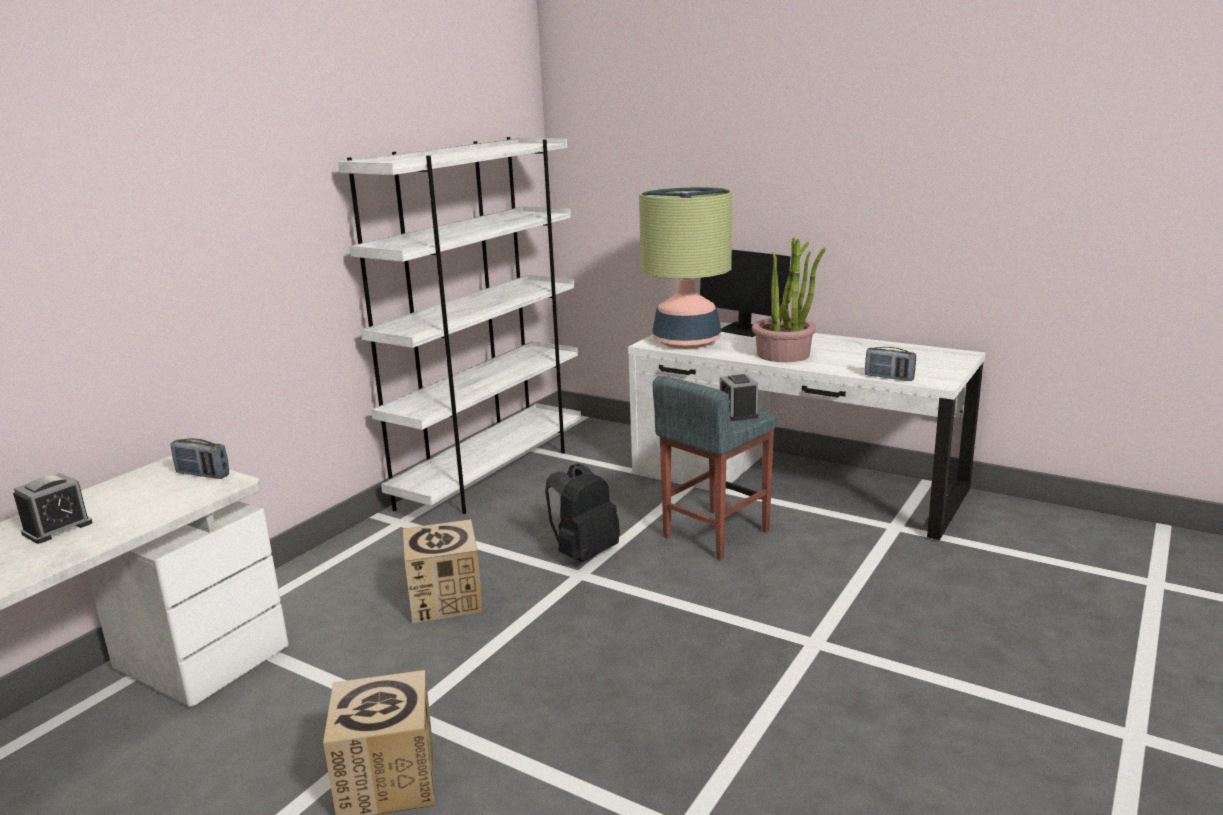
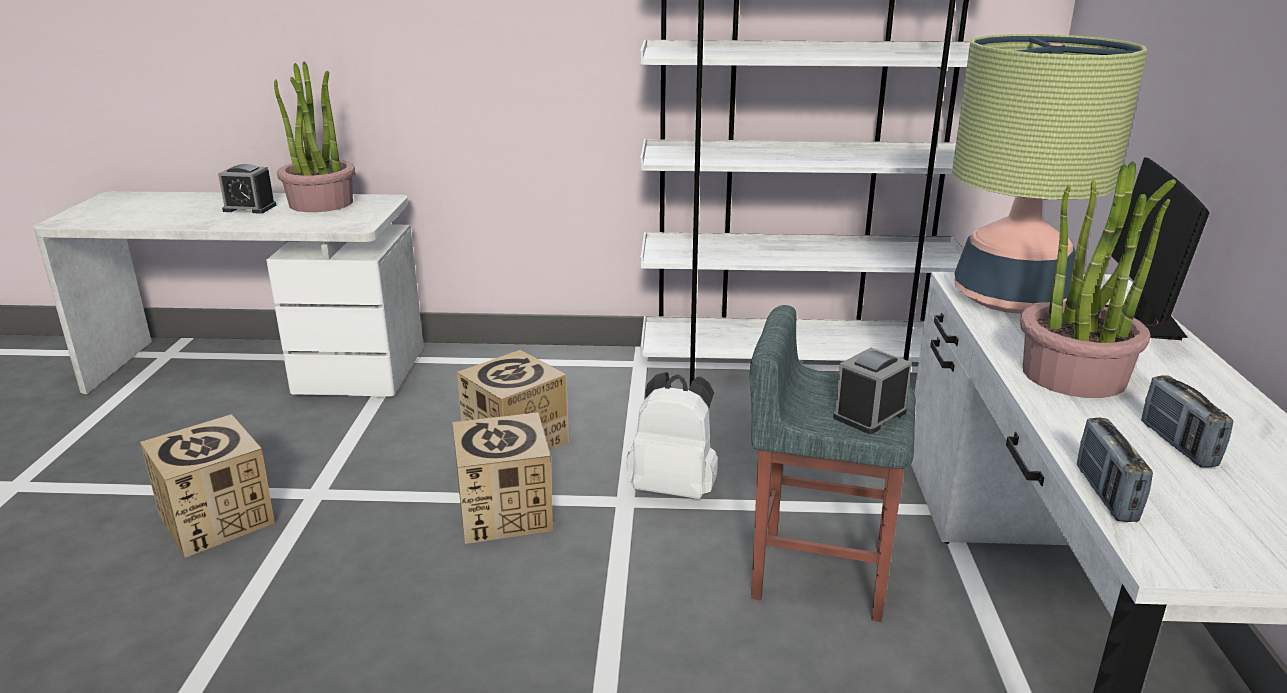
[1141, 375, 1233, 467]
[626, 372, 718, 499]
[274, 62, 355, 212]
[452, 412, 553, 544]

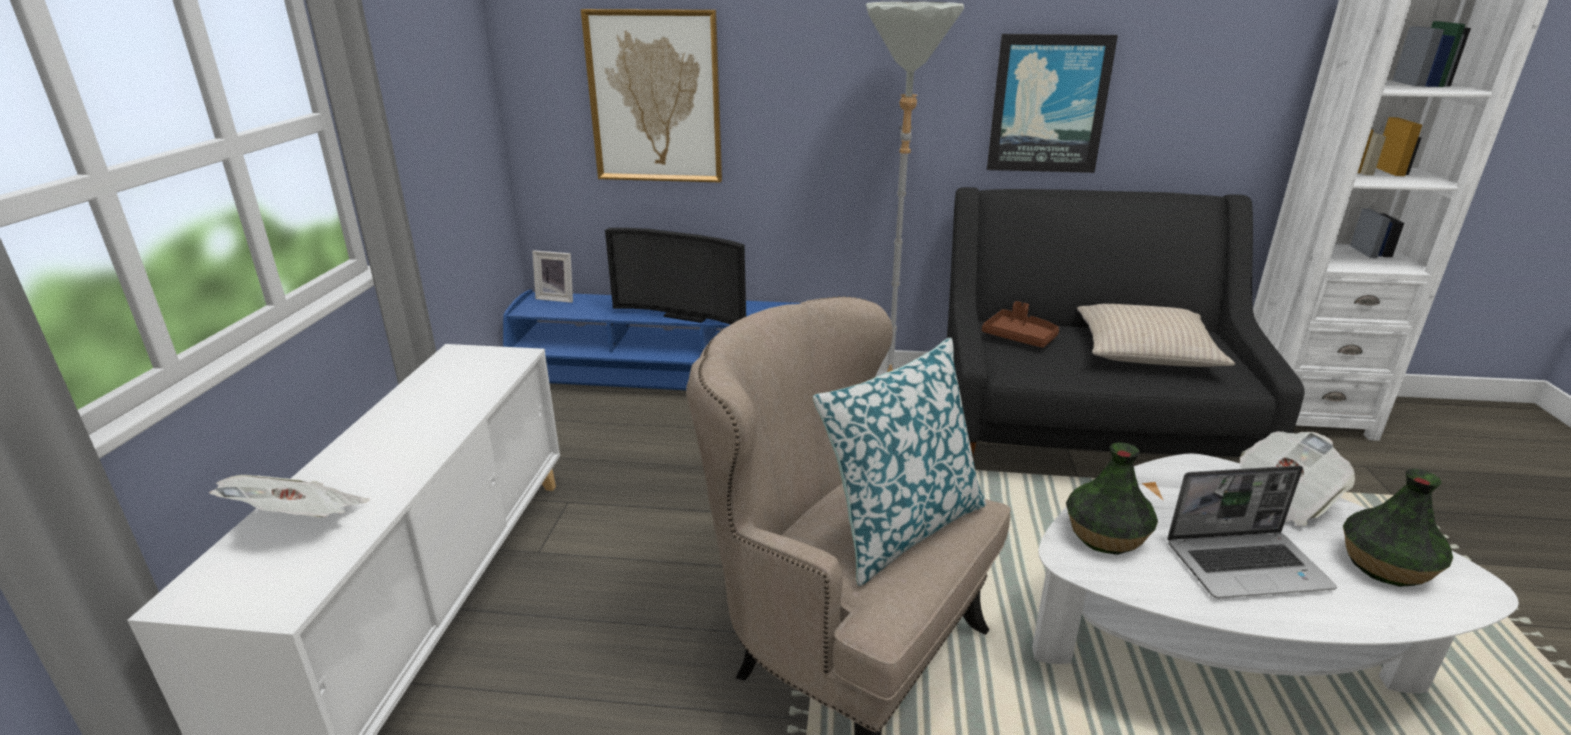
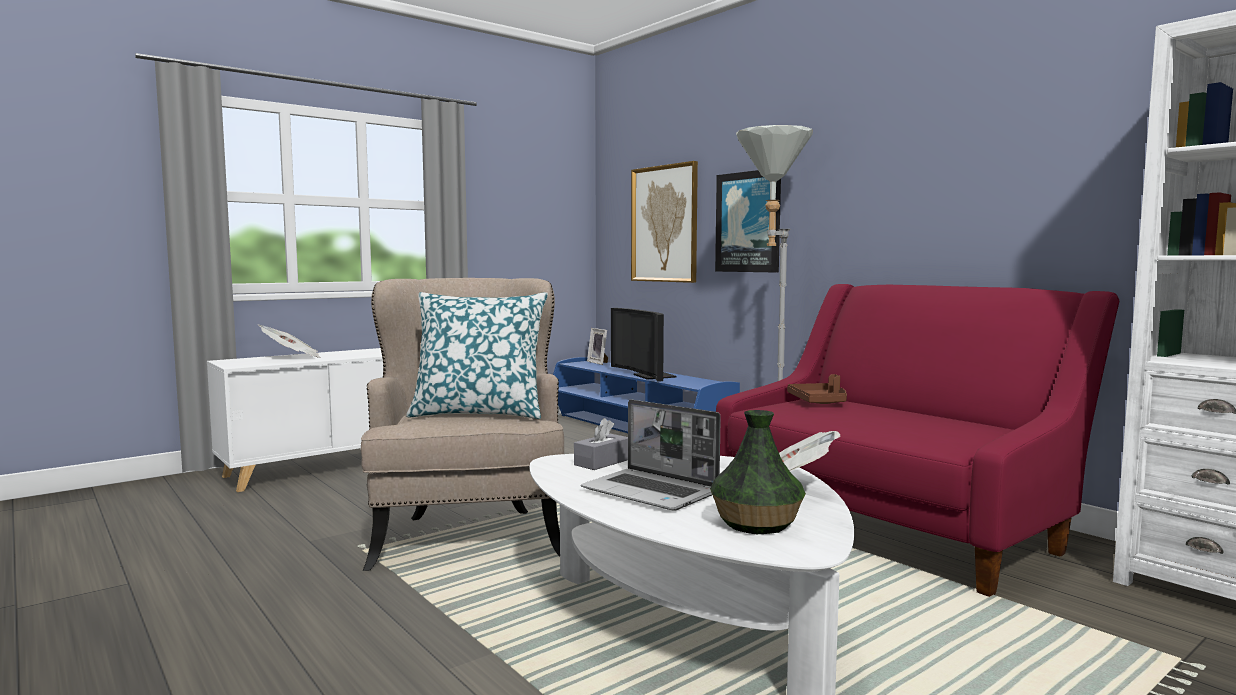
[716, 284, 1119, 597]
[715, 170, 781, 273]
[574, 418, 628, 470]
[1077, 304, 1235, 367] (first image)

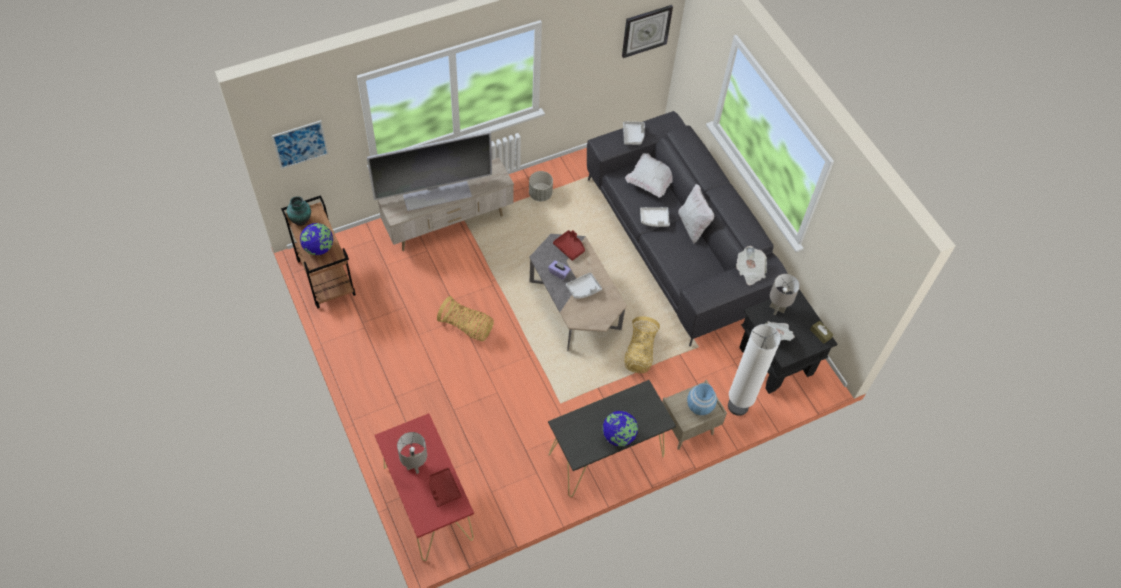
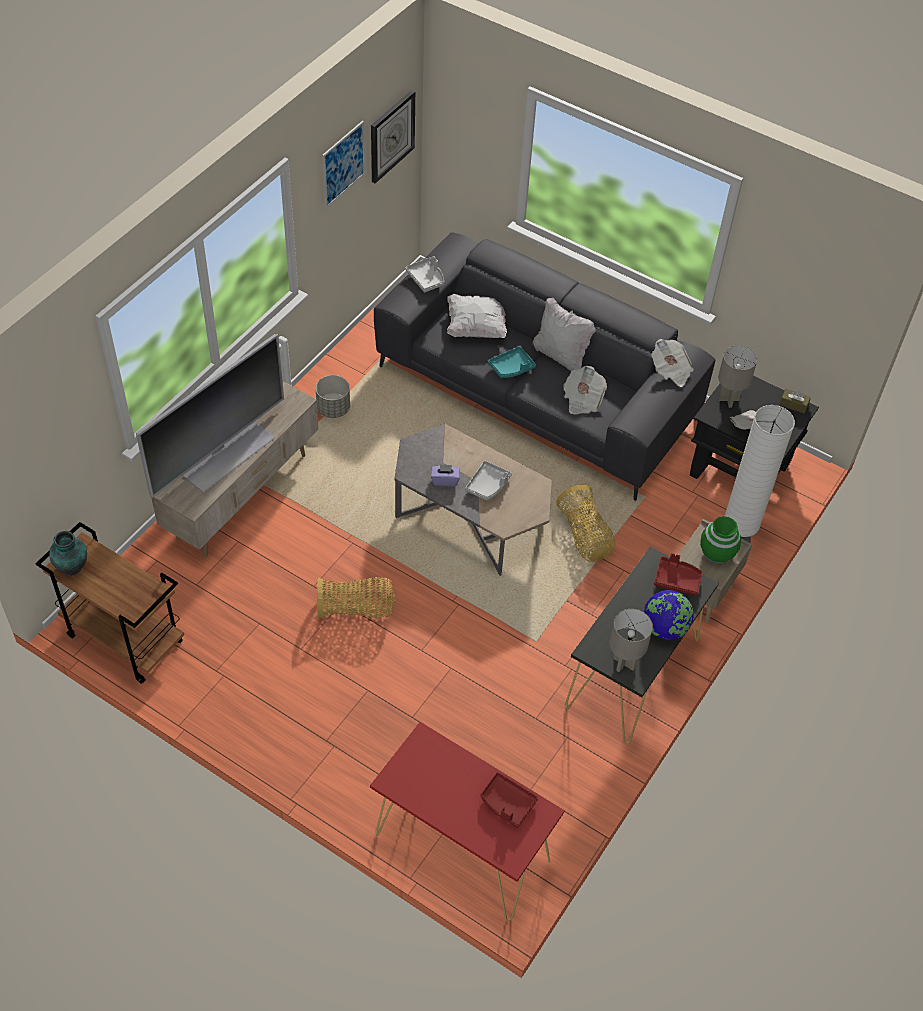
[322, 121, 365, 208]
[300, 223, 333, 255] (first image)
[609, 609, 653, 672]
[654, 553, 703, 596]
[488, 346, 536, 378]
[700, 516, 741, 564]
[563, 366, 607, 414]

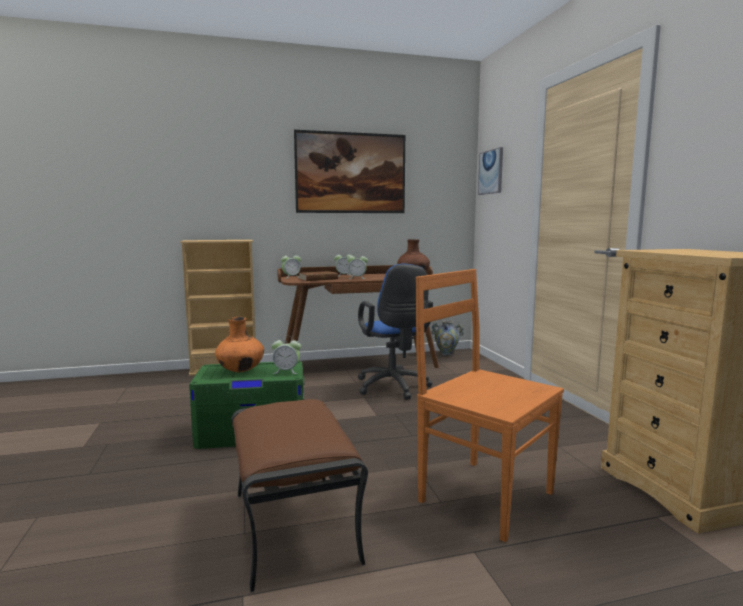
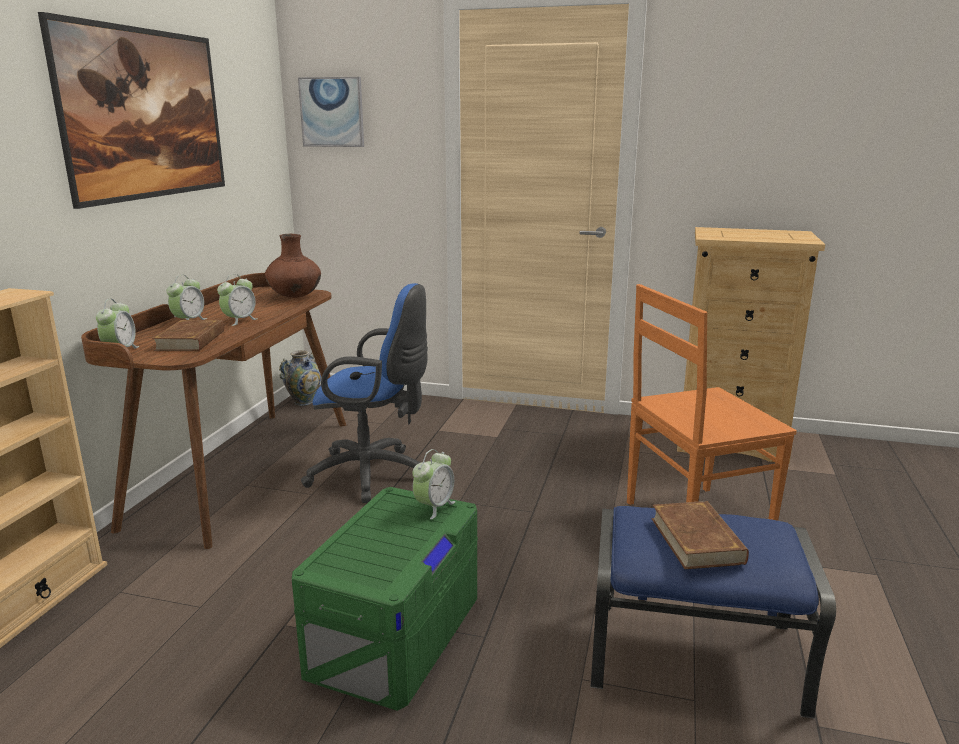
[215, 317, 264, 372] (first image)
[590, 506, 836, 719]
[651, 501, 749, 569]

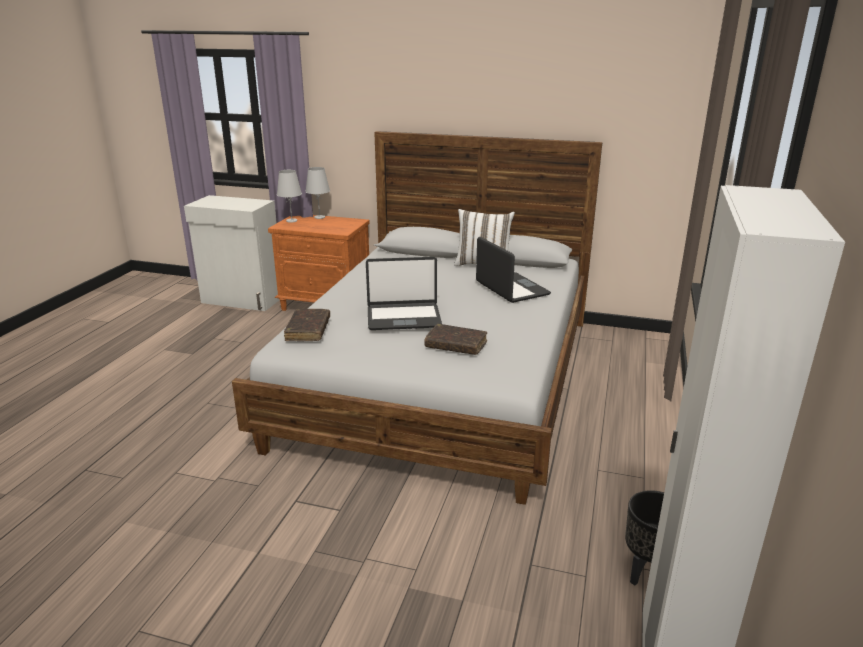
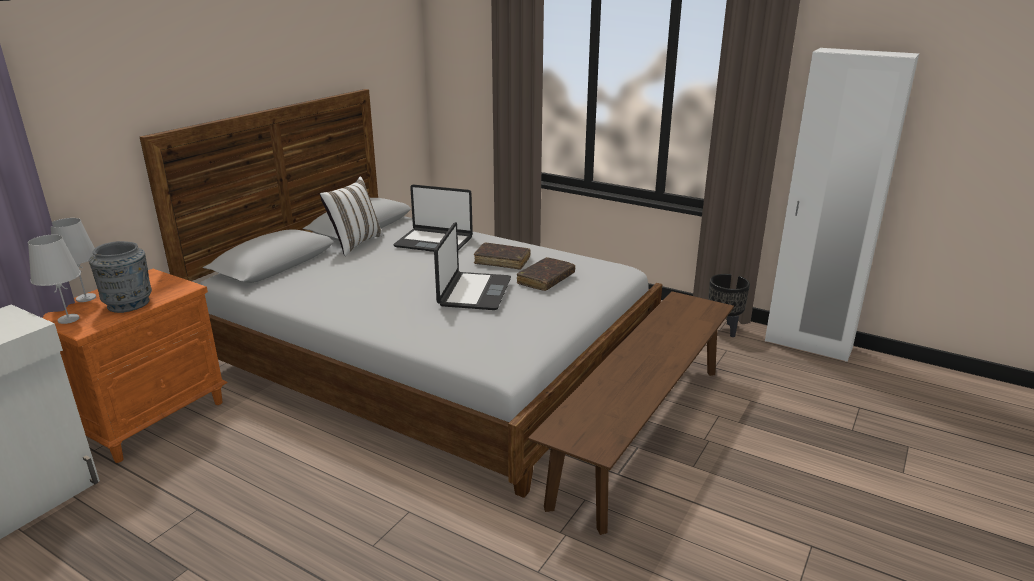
[474, 242, 531, 270]
[394, 185, 473, 252]
[89, 241, 152, 313]
[528, 291, 734, 535]

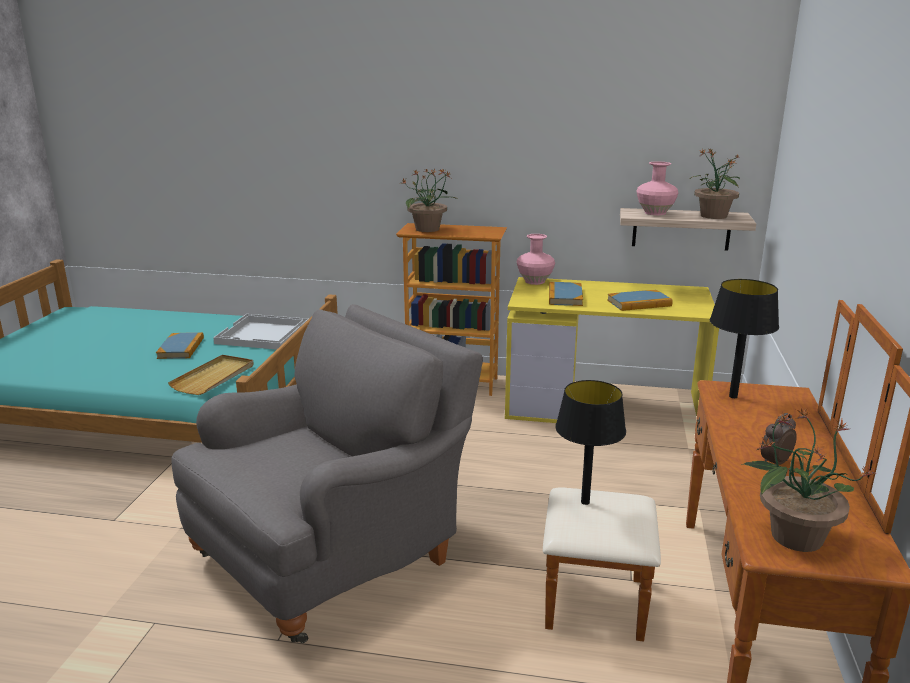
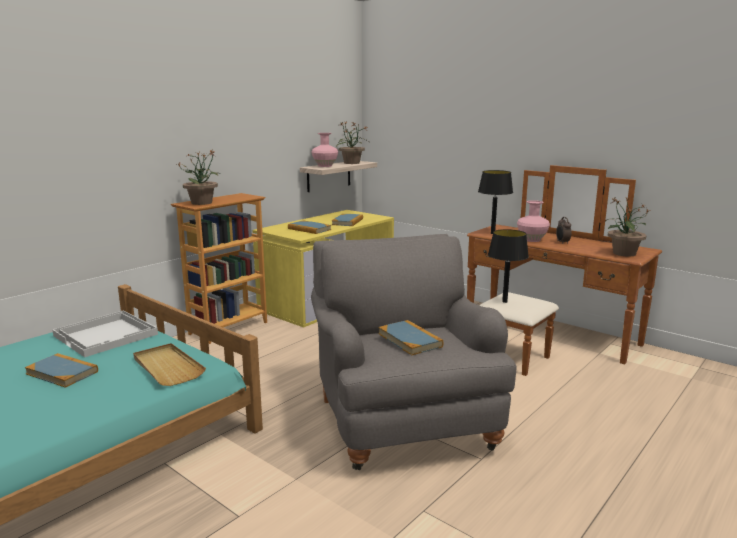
[517, 200, 550, 242]
[378, 320, 443, 355]

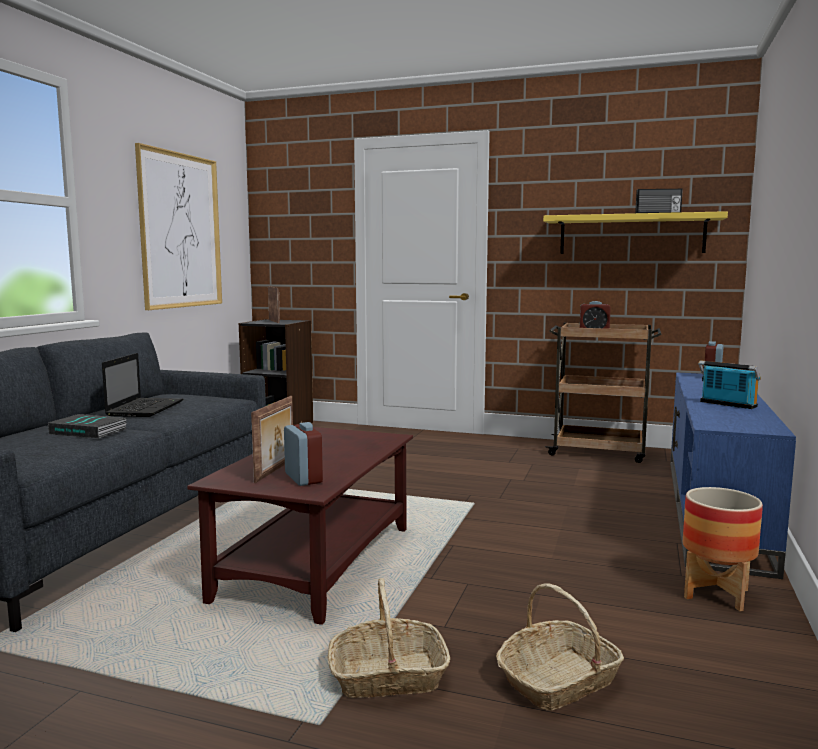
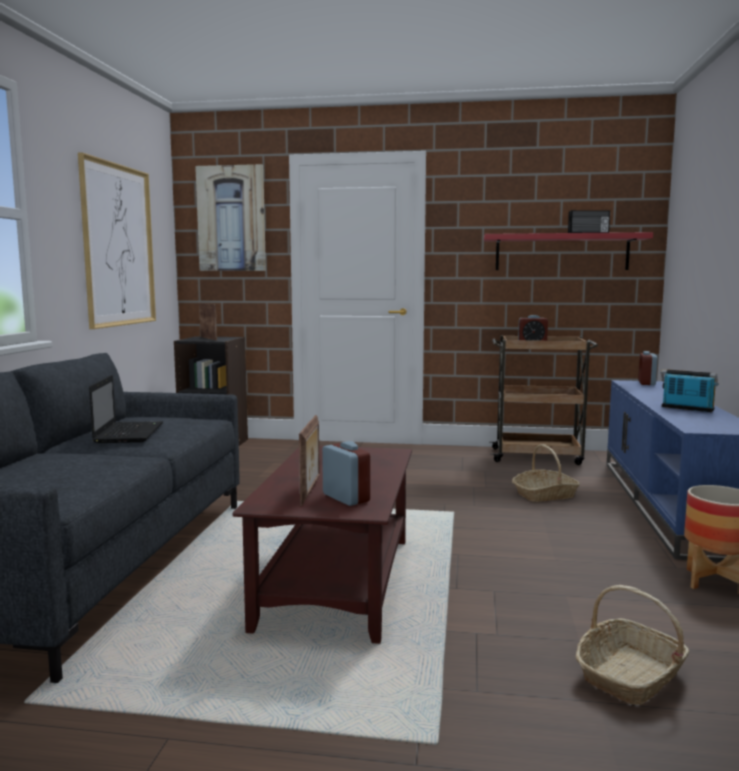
[48, 414, 127, 439] (first image)
[512, 444, 580, 502]
[484, 232, 653, 270]
[195, 164, 266, 271]

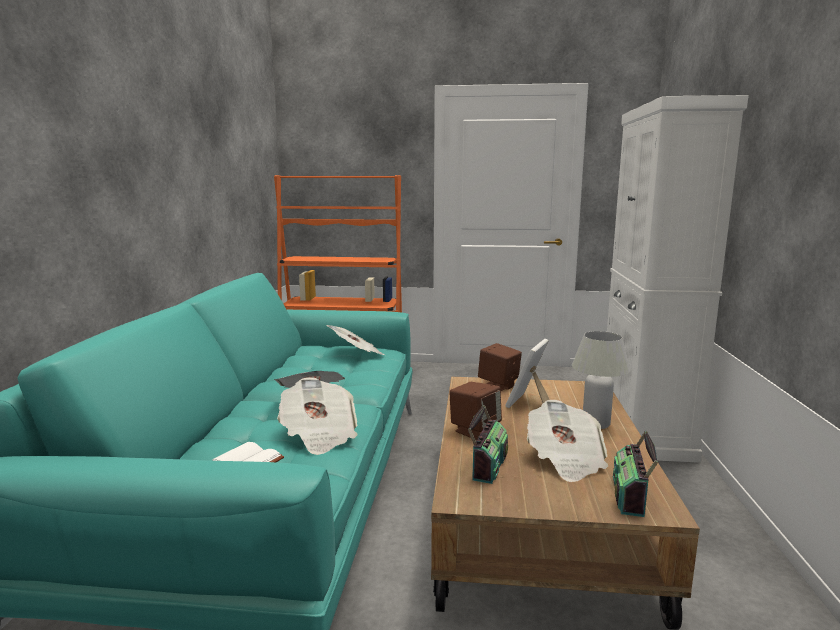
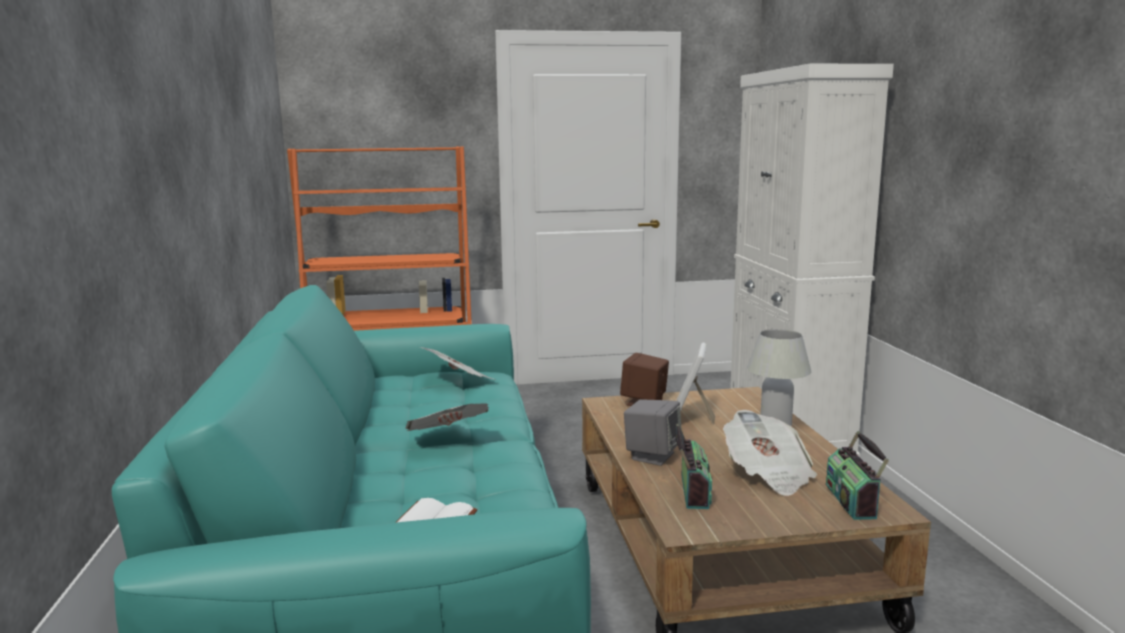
[277, 377, 357, 455] (first image)
[624, 399, 682, 466]

